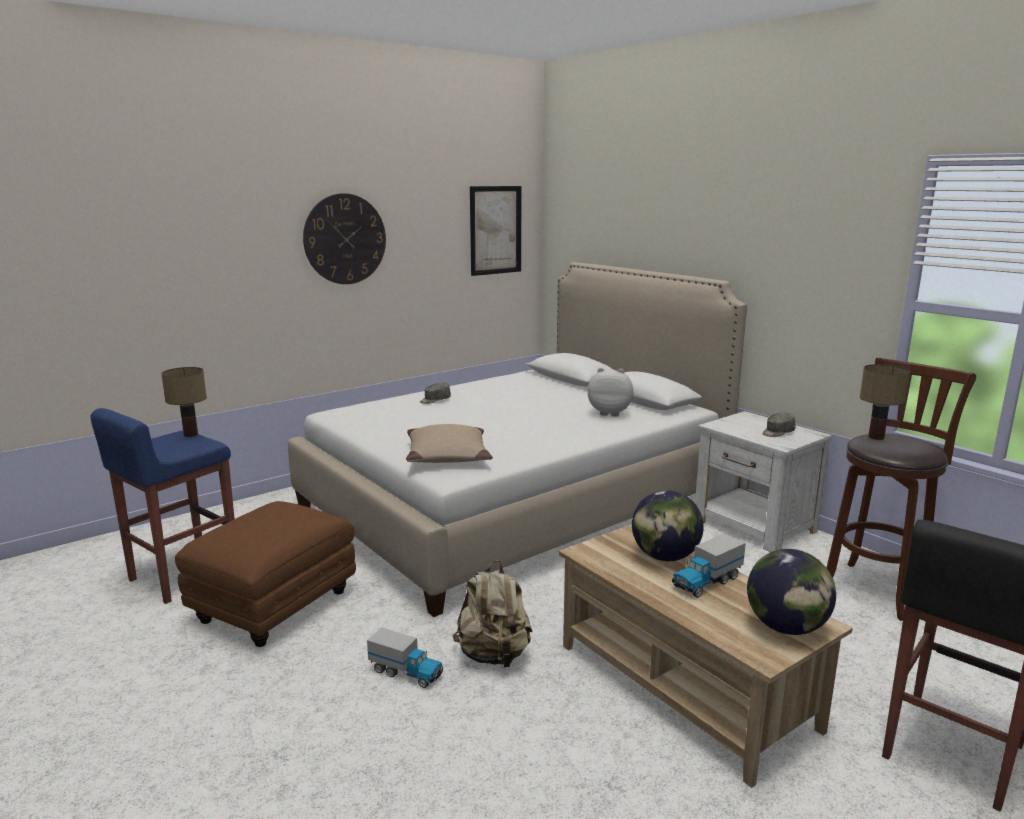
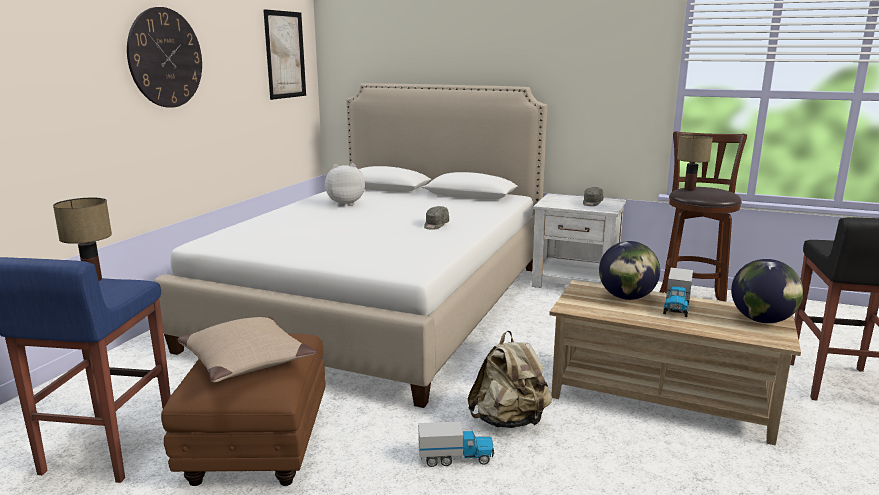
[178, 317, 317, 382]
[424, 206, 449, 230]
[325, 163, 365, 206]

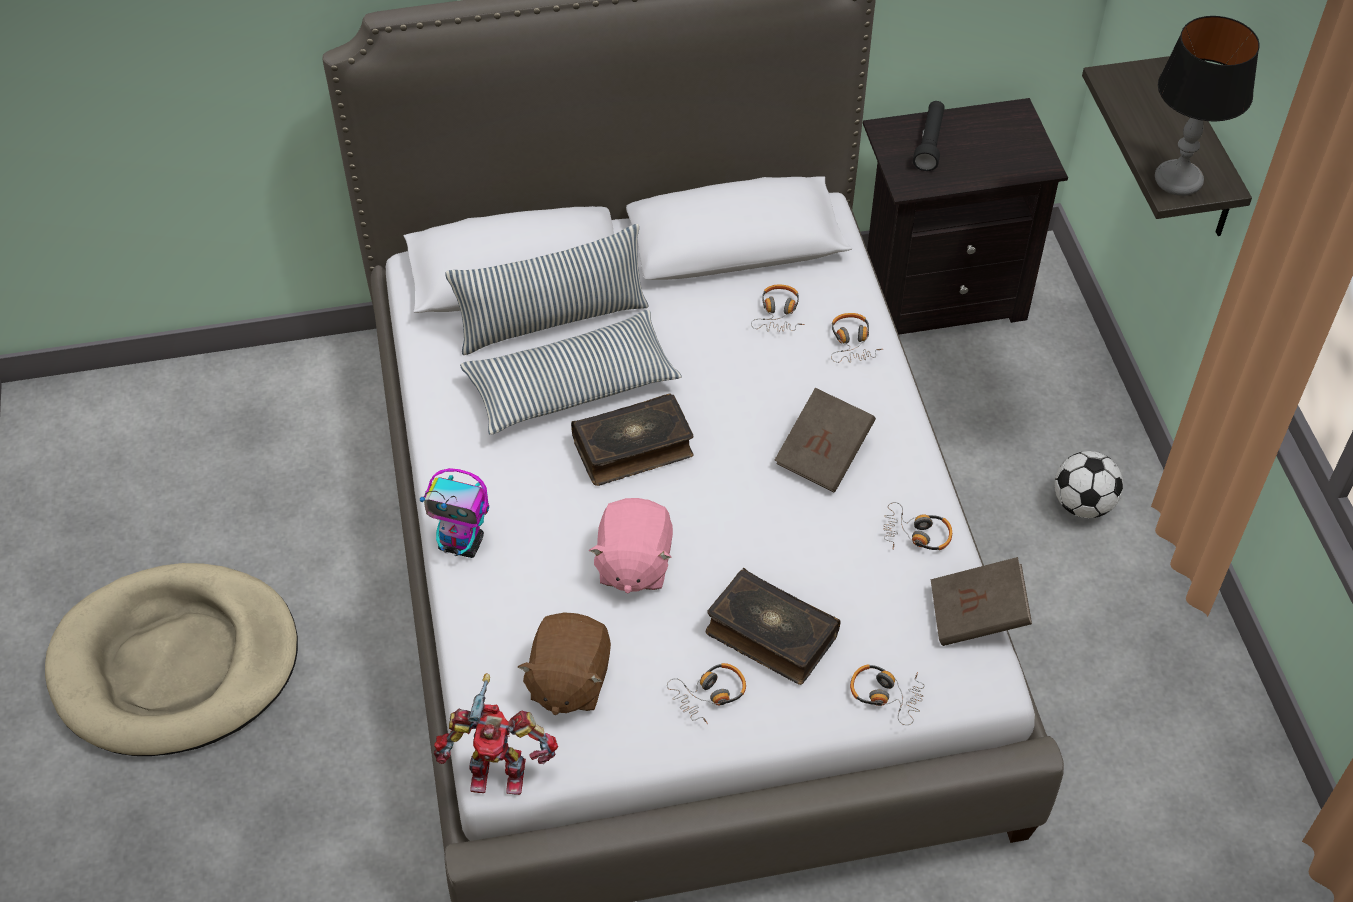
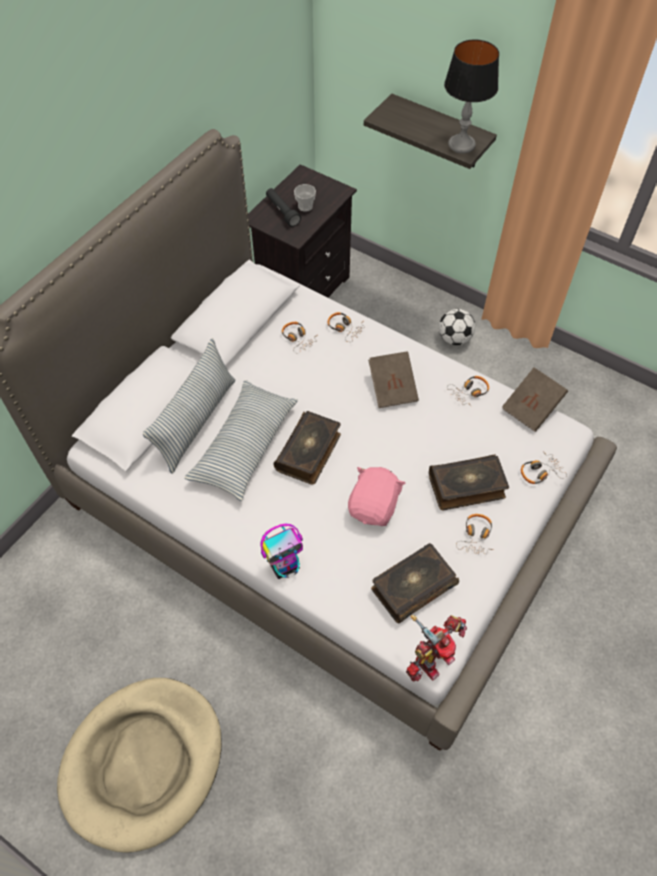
[371, 543, 459, 624]
[348, 467, 405, 526]
[294, 184, 316, 212]

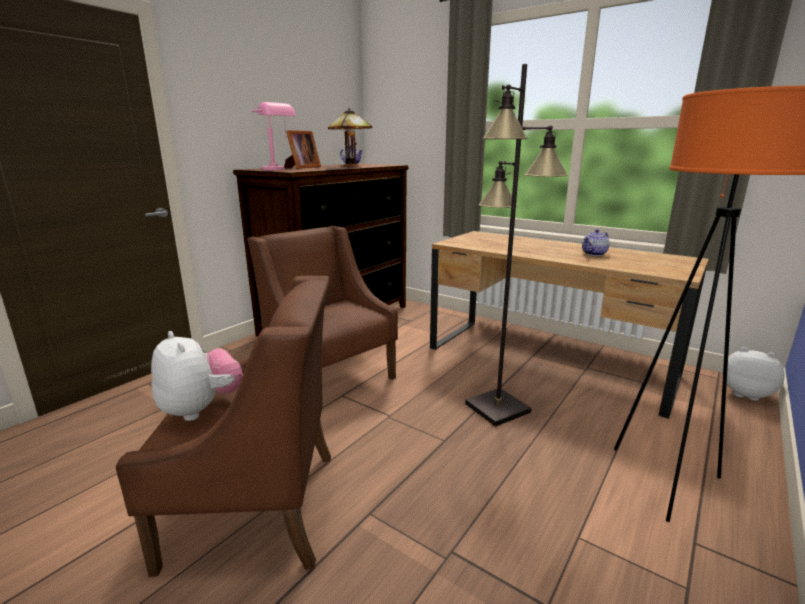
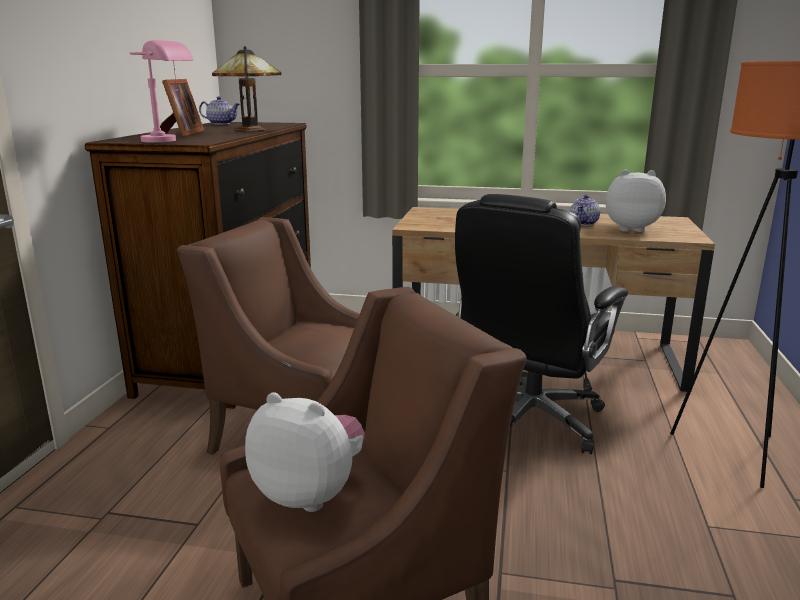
[455, 194, 628, 454]
[605, 170, 666, 232]

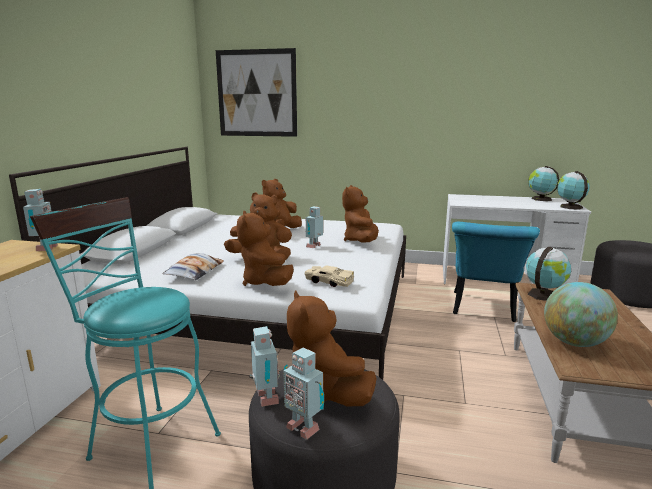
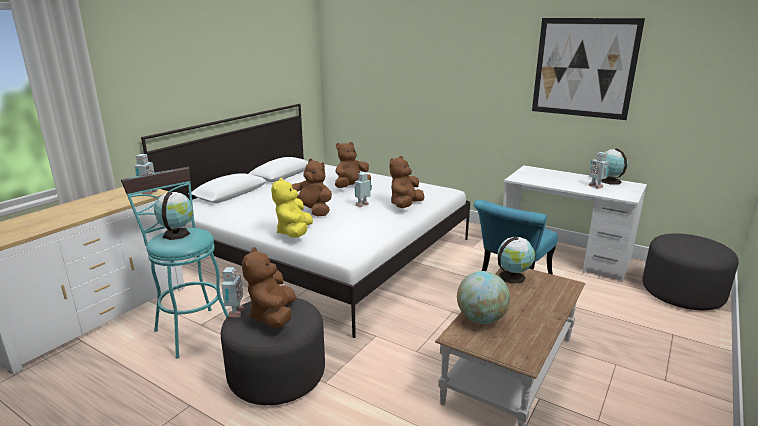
[162, 253, 224, 280] (first image)
[532, 18, 645, 120]
[271, 178, 313, 238]
[588, 152, 609, 189]
[305, 265, 354, 287] (first image)
[154, 192, 193, 240]

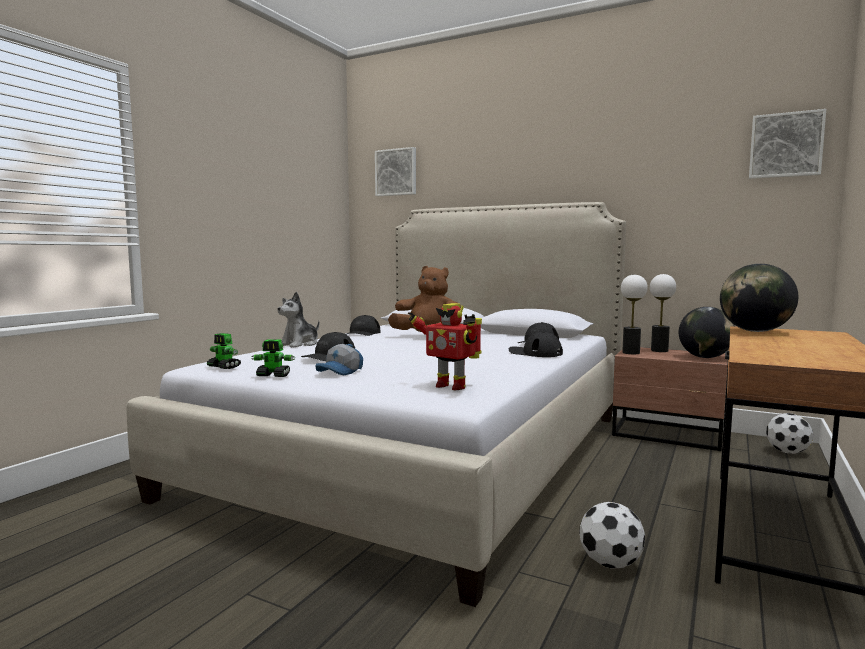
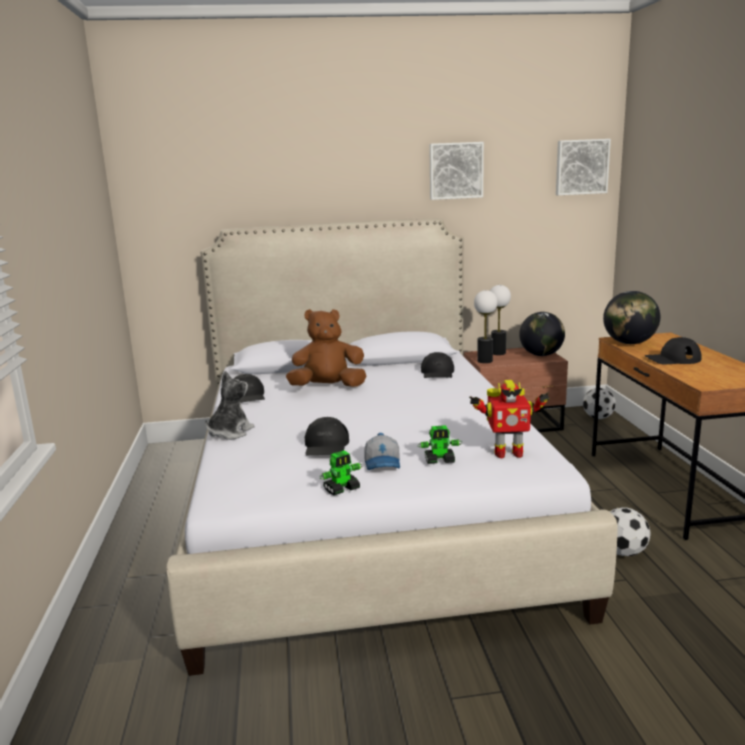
[418, 425, 462, 464]
[205, 371, 255, 440]
[429, 142, 484, 200]
[645, 337, 702, 364]

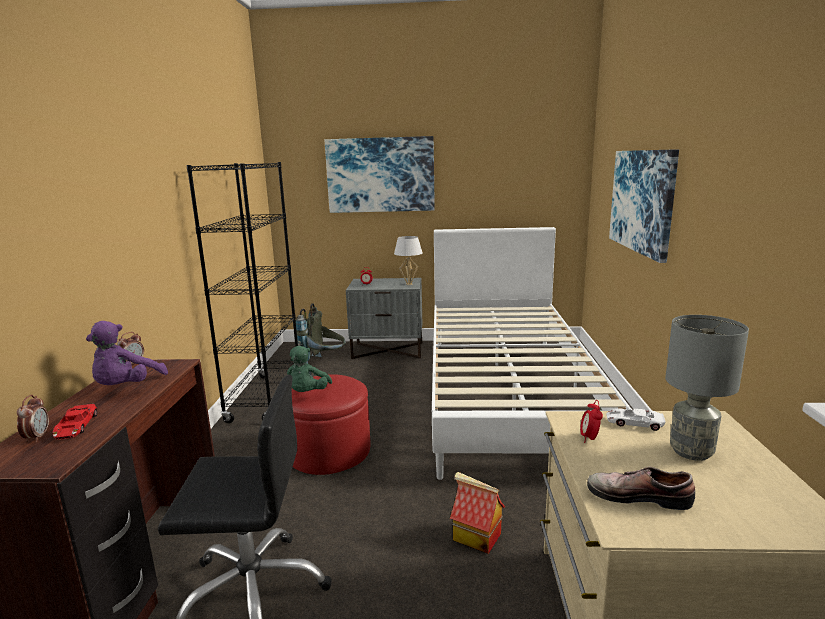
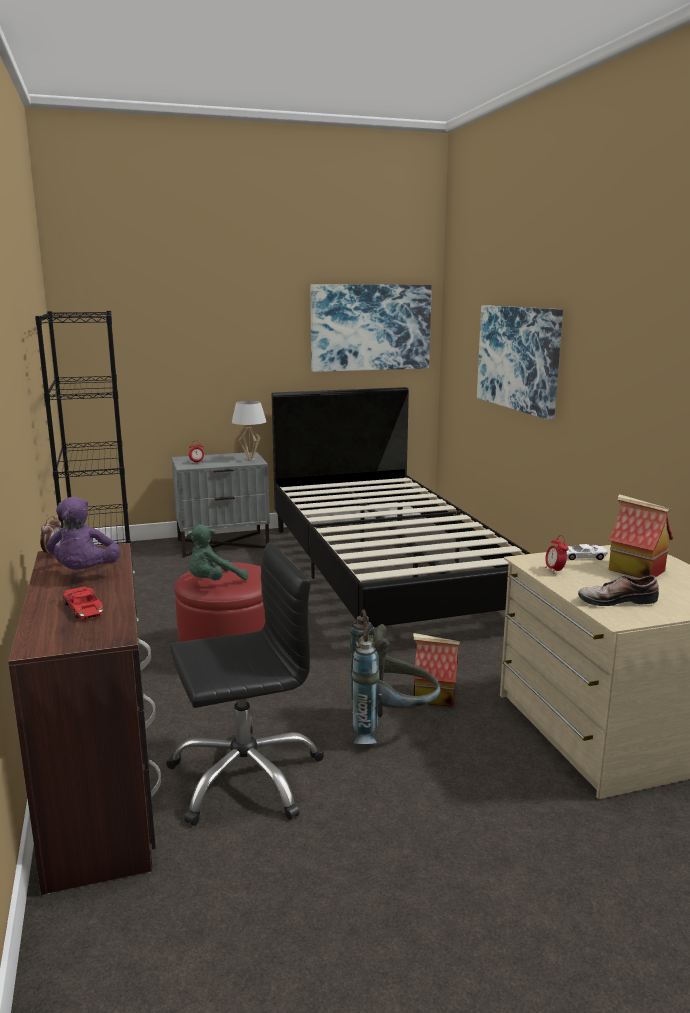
[17, 395, 49, 442] (first image)
[187, 524, 248, 580]
[350, 609, 441, 744]
[310, 285, 432, 372]
[272, 387, 531, 627]
[609, 494, 673, 578]

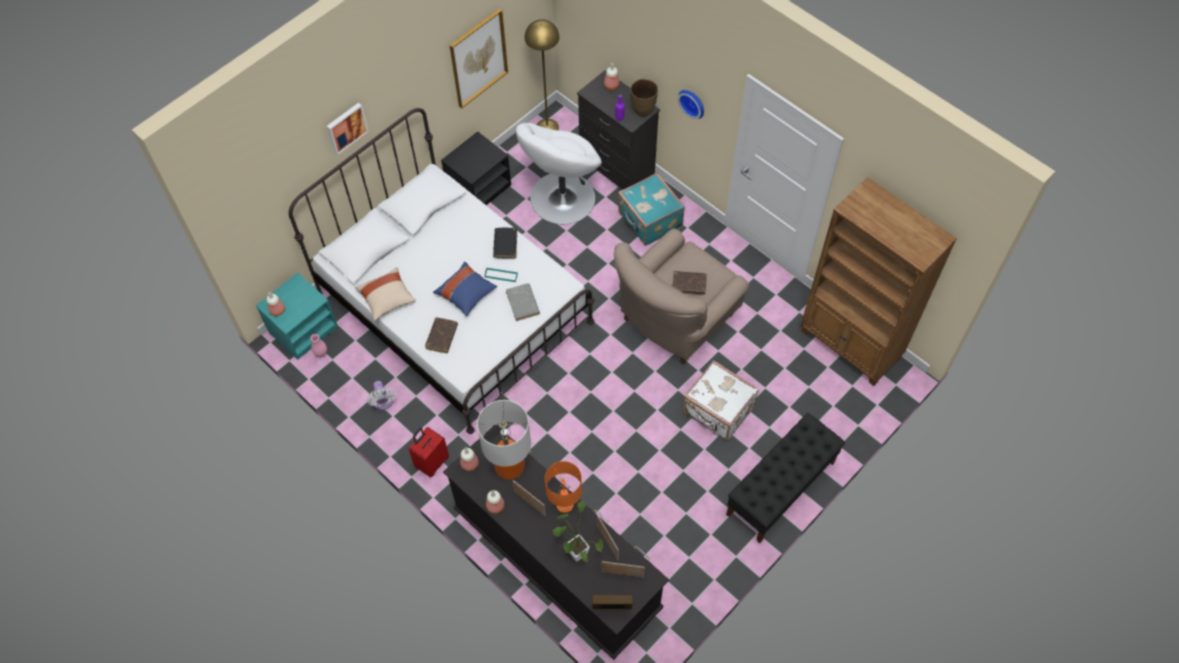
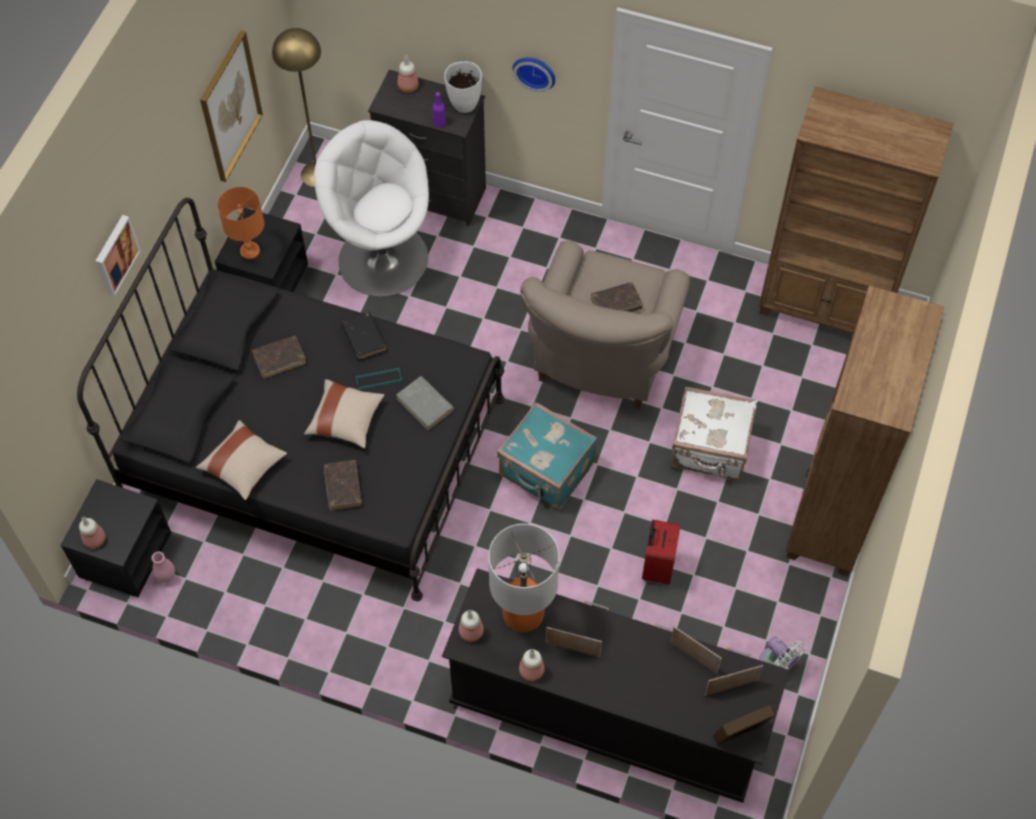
[60, 479, 171, 598]
[77, 198, 504, 601]
[759, 636, 805, 670]
[642, 519, 681, 584]
[304, 379, 384, 448]
[314, 120, 429, 297]
[218, 187, 264, 259]
[553, 501, 603, 562] (first image)
[497, 402, 597, 510]
[444, 61, 482, 113]
[785, 285, 944, 577]
[252, 336, 306, 379]

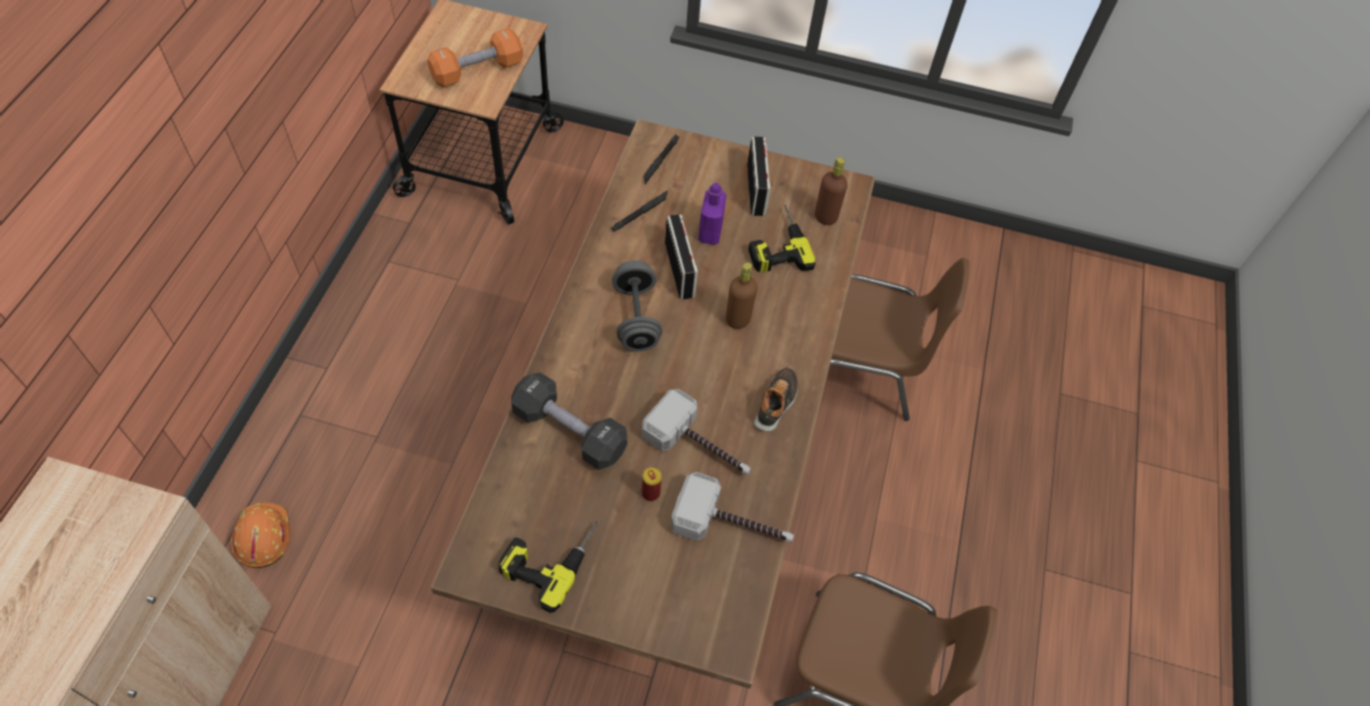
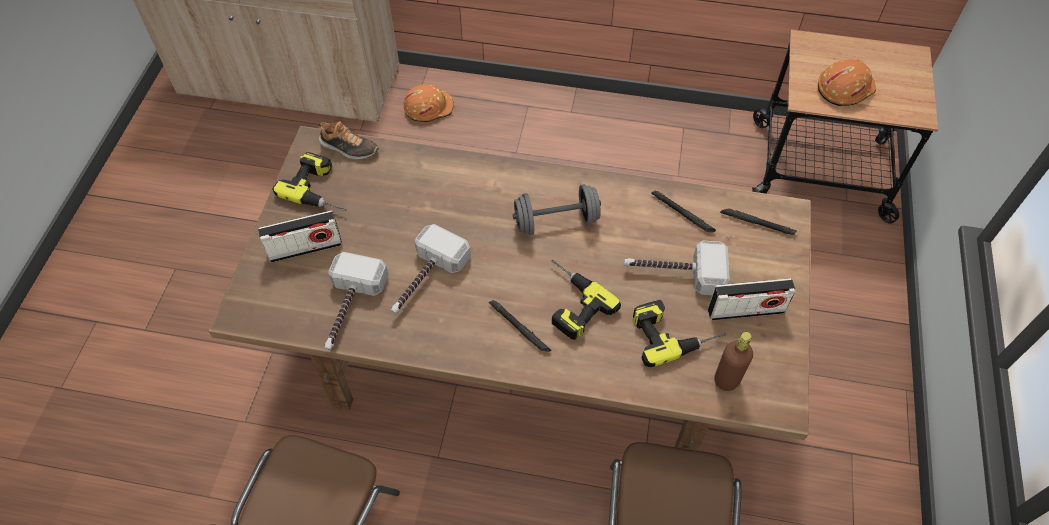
[818, 59, 876, 106]
[511, 372, 627, 470] (first image)
[642, 467, 662, 501] (first image)
[258, 210, 342, 263]
[624, 241, 730, 295]
[551, 260, 621, 340]
[319, 121, 379, 160]
[489, 300, 551, 352]

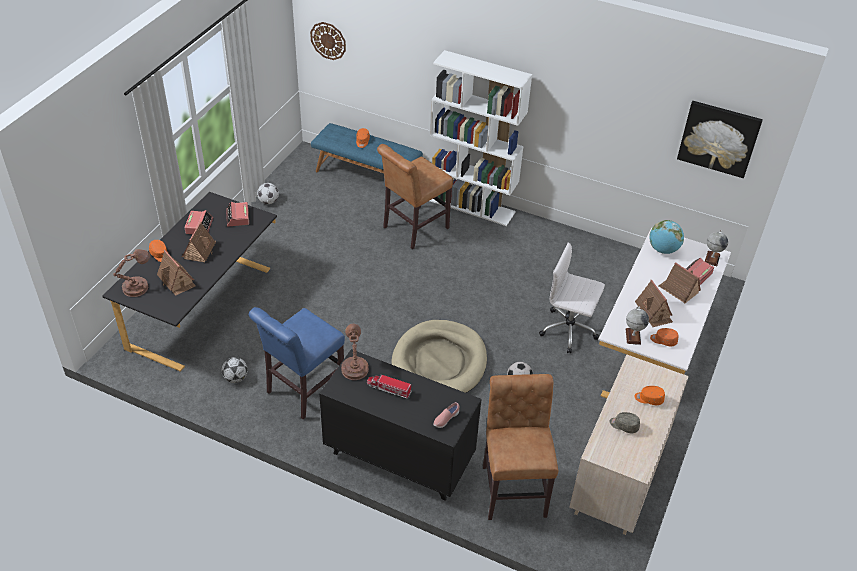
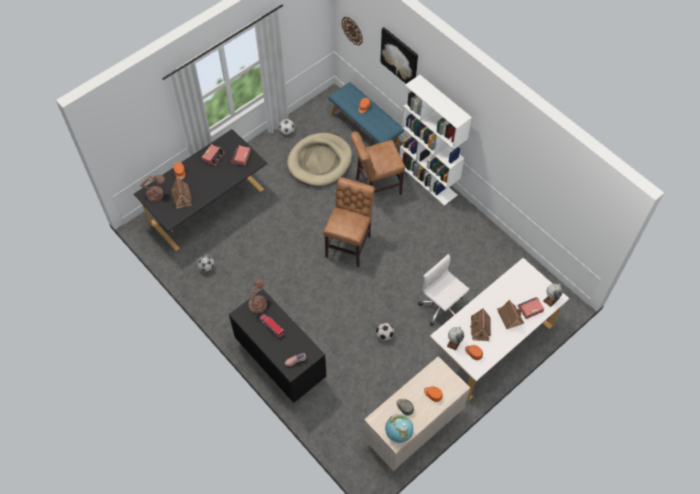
[182, 221, 216, 262] (first image)
[249, 307, 345, 419] (first image)
[287, 133, 352, 186]
[323, 177, 375, 267]
[385, 414, 414, 443]
[380, 27, 418, 84]

